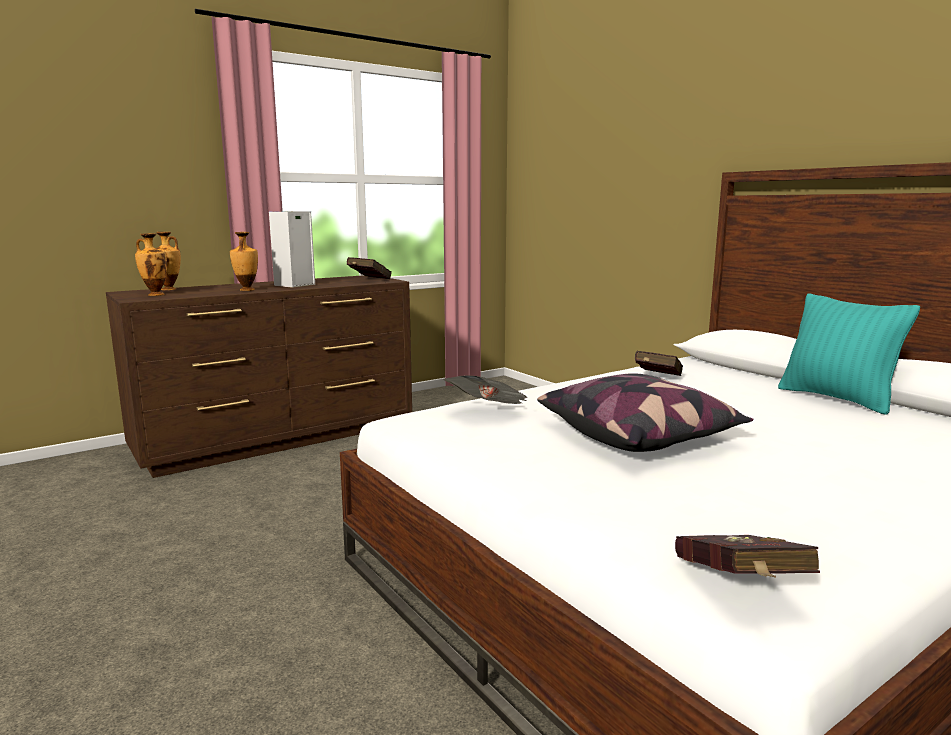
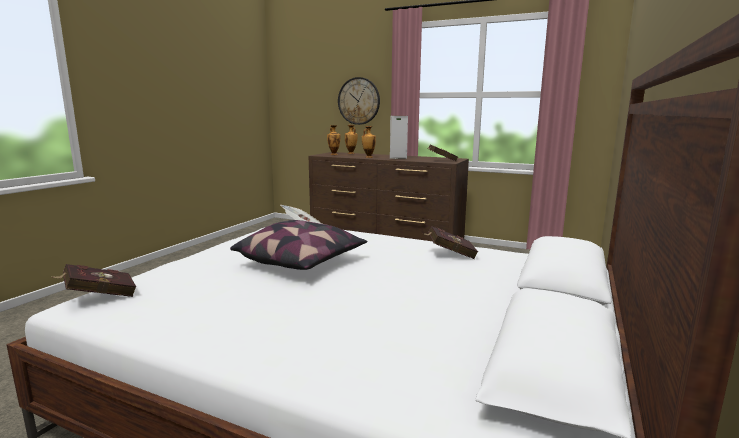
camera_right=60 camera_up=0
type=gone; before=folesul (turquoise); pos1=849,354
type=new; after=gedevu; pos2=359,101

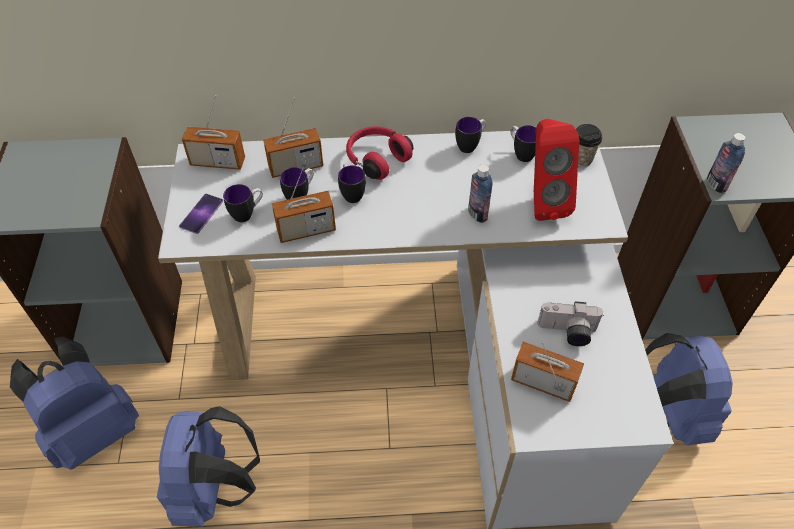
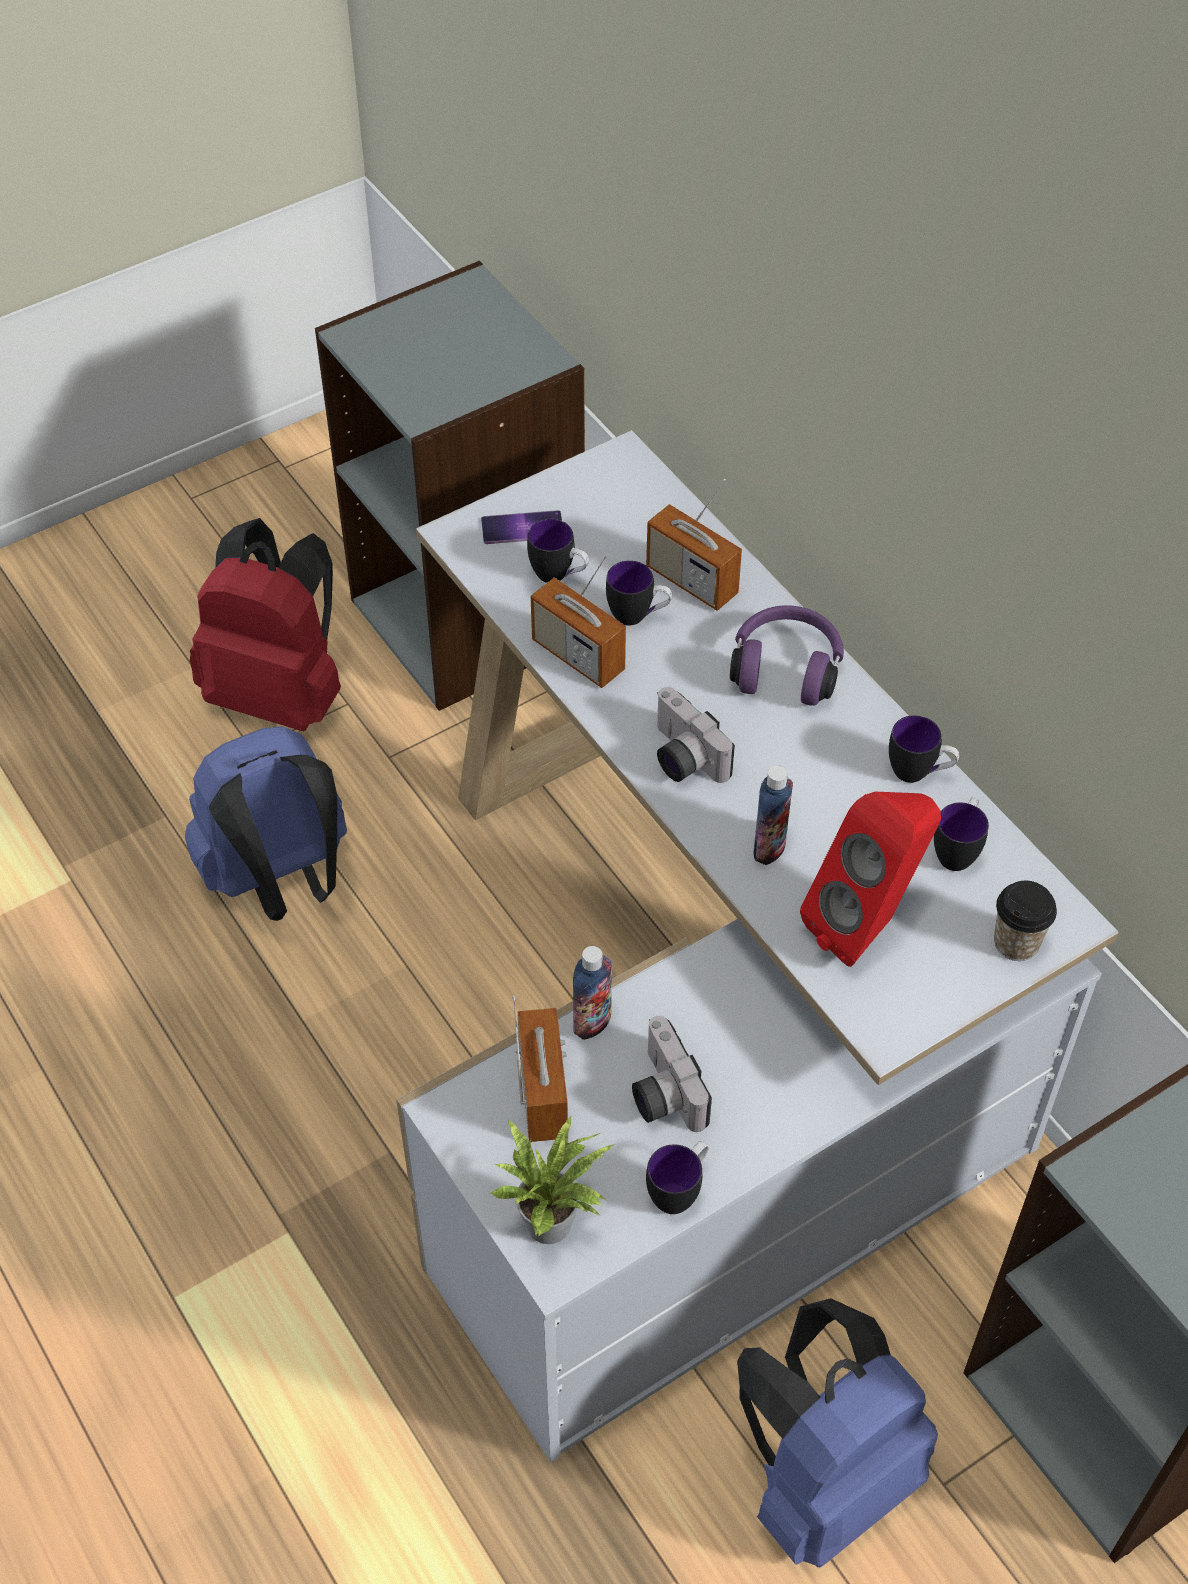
camera_right=60 camera_up=0
type=repainted; before=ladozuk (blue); after=ladozuk (red); pos1=74,403; pos2=265,624
type=gone; before=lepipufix; pos1=213,132
type=shifted; before=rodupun; pos1=352,183; pos2=677,1177
type=repainted; before=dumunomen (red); after=dumunomen (purple); pos1=380,153; pos2=787,655
type=shifted; before=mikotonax; pos1=726,163; pos2=592,993
type=new; after=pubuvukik; pos2=552,1179
type=new; after=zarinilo; pos2=696,735

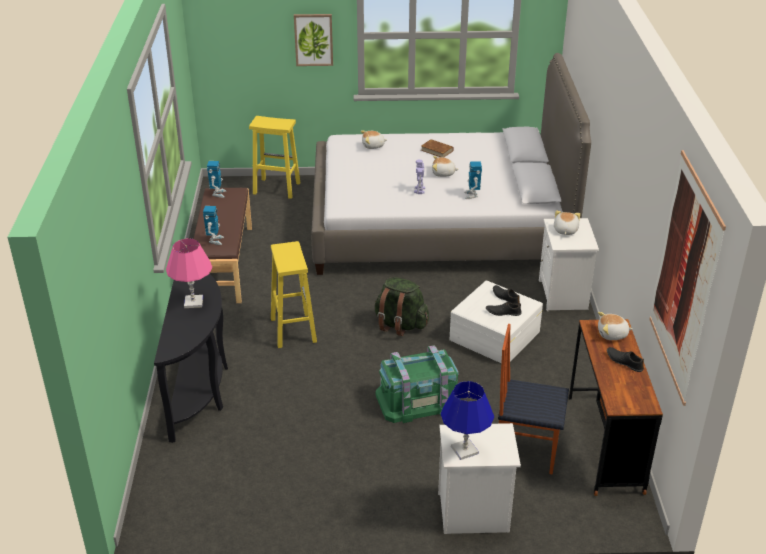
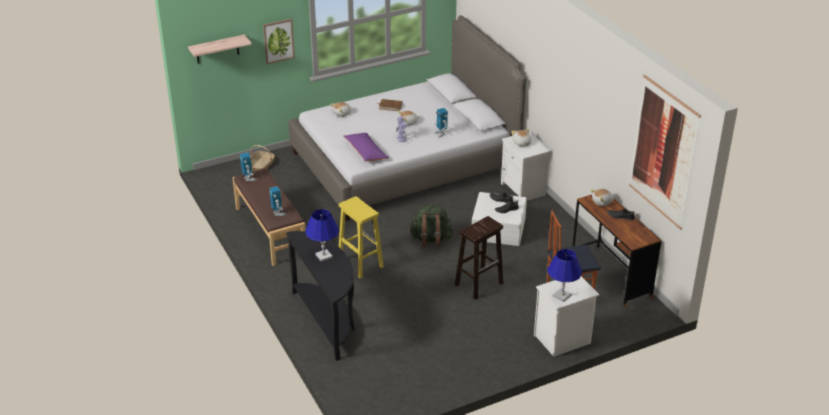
camera_right=-25 camera_up=0
type=repainted; before=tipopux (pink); after=tipopux (blue); pos1=189,273; pos2=322,235
type=swapped; before=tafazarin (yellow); after=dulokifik; pos1=275,157; pos2=262,158
type=swapped; before=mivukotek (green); after=tafazarin (brown); pos1=418,384; pos2=479,258
type=new; after=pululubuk; pos2=220,49
type=new; after=folesul (purple); pos2=366,147

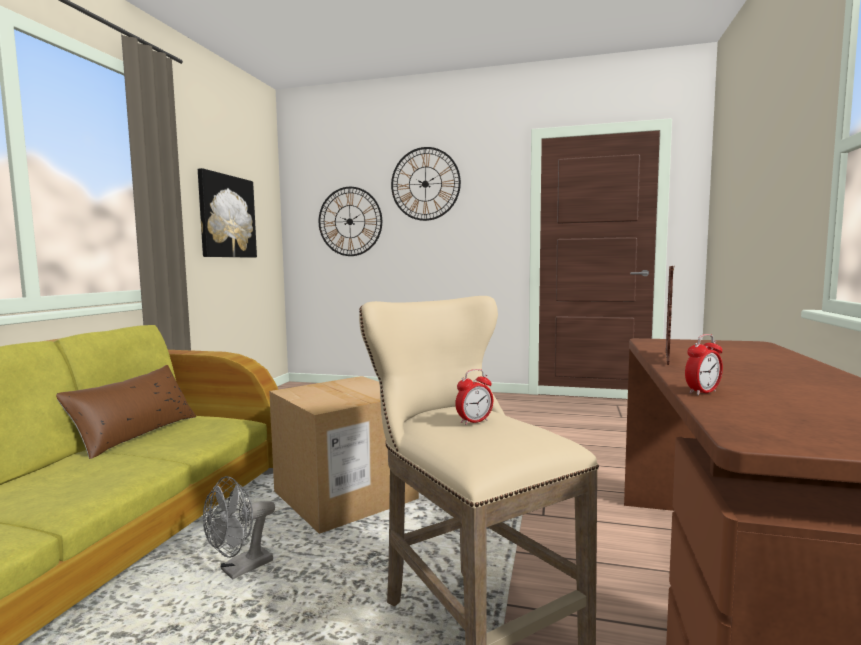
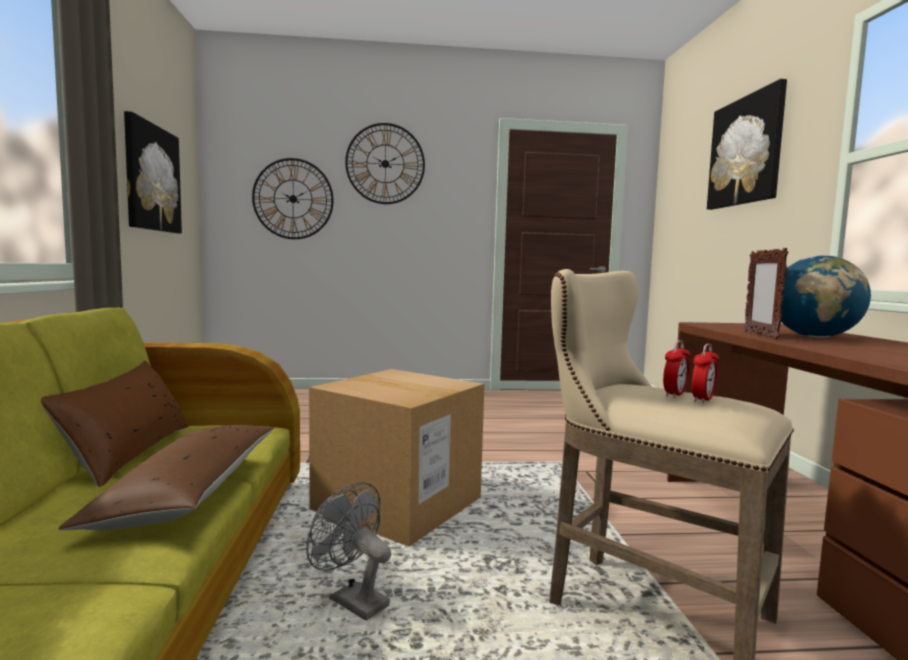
camera_right=-20 camera_up=0
type=rotated; before=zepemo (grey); pos1=239,528; pos2=348,551; turn=105
type=shifted; before=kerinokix; pos1=704,364; pos2=705,373
type=new; after=folesul (brown); pos2=166,477
type=new; after=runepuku; pos2=747,144
type=new; after=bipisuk; pos2=825,296

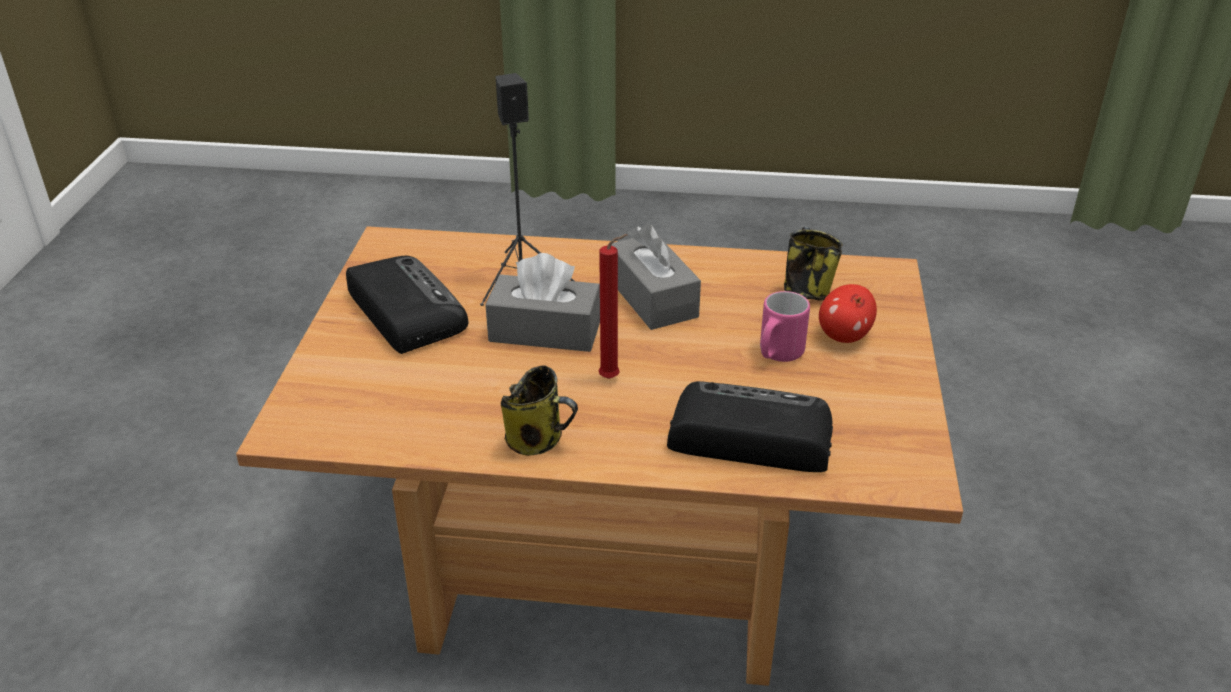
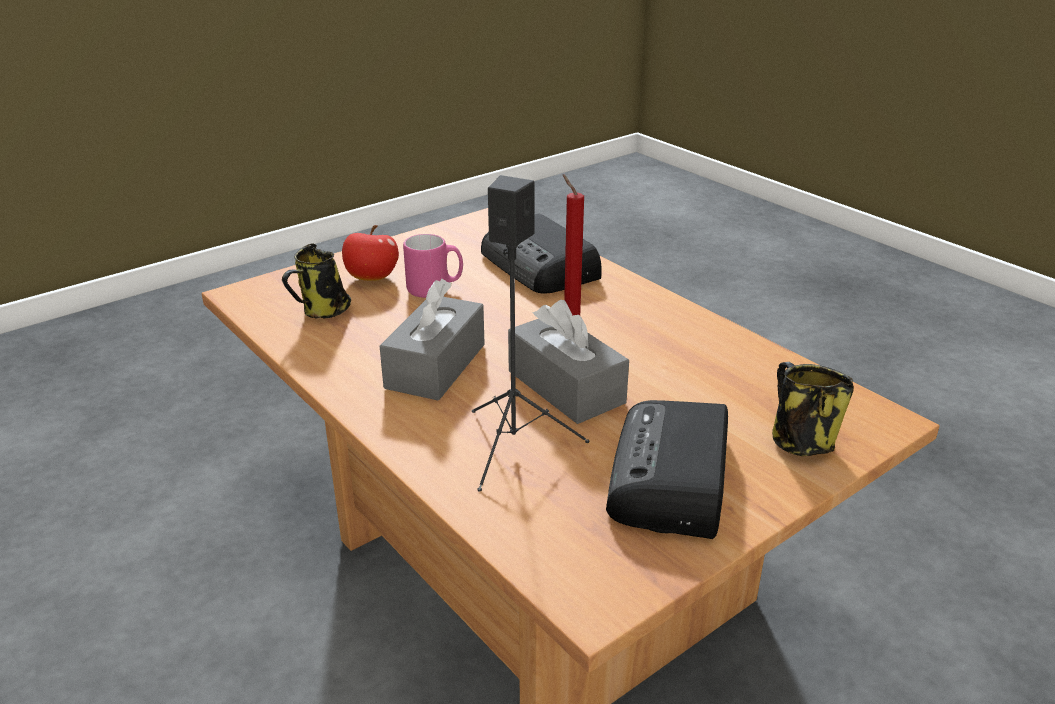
camera_right=-135 camera_up=-5
type=shifted; before=rodupun; pos1=539,410; pos2=813,409

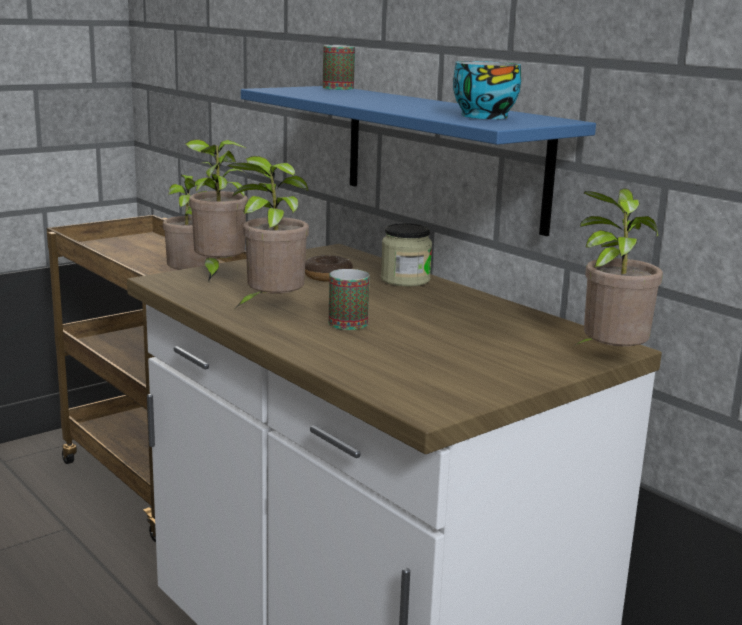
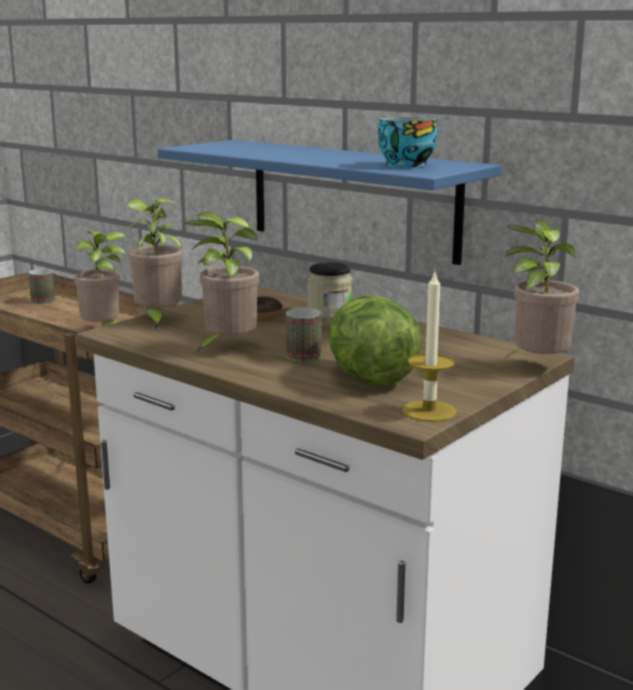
camera_right=-10 camera_up=0
type=shifted; before=rodupun; pos1=339,67; pos2=41,286
type=new; after=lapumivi; pos2=375,340
type=new; after=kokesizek; pos2=429,347

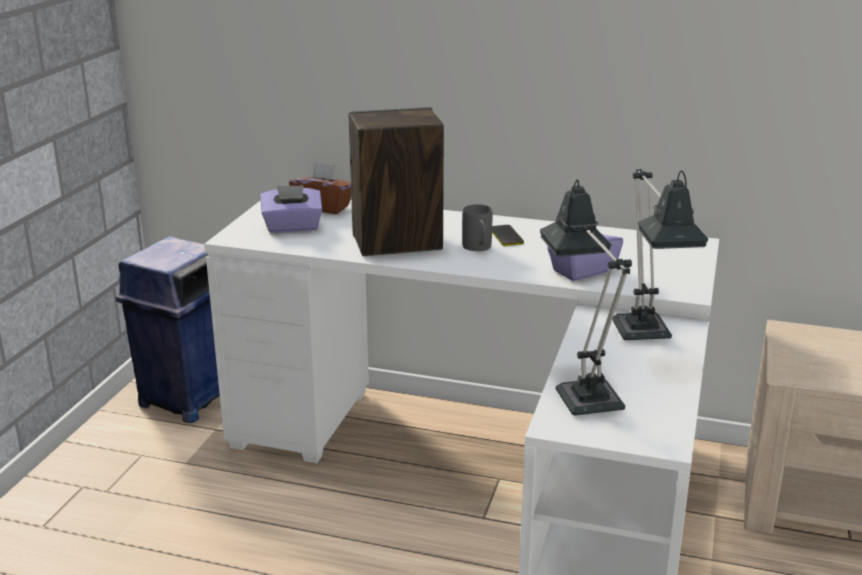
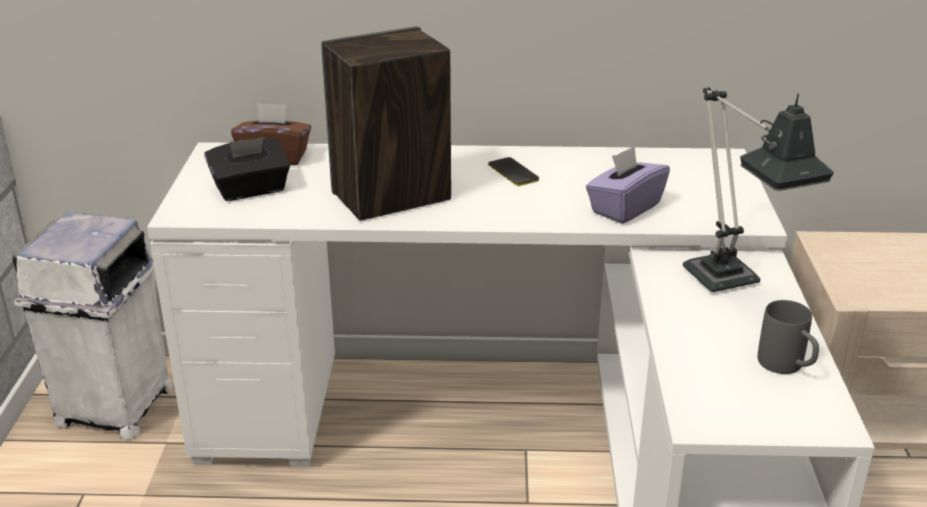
camera_right=-15 camera_up=5
type=repainted; before=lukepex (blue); after=lukepex (white); pos1=168,329; pos2=92,326
type=repainted; before=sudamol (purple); after=sudamol (black); pos1=291,209; pos2=247,169
type=shifted; before=rodupun (grey); pos1=477,227; pos2=788,337
type=gone; before=tipopux; pos1=586,297

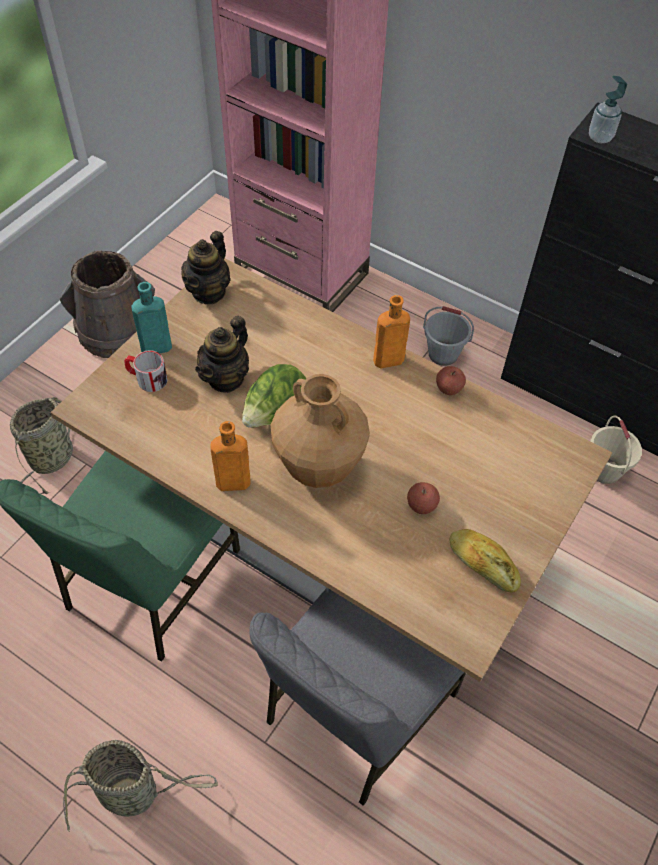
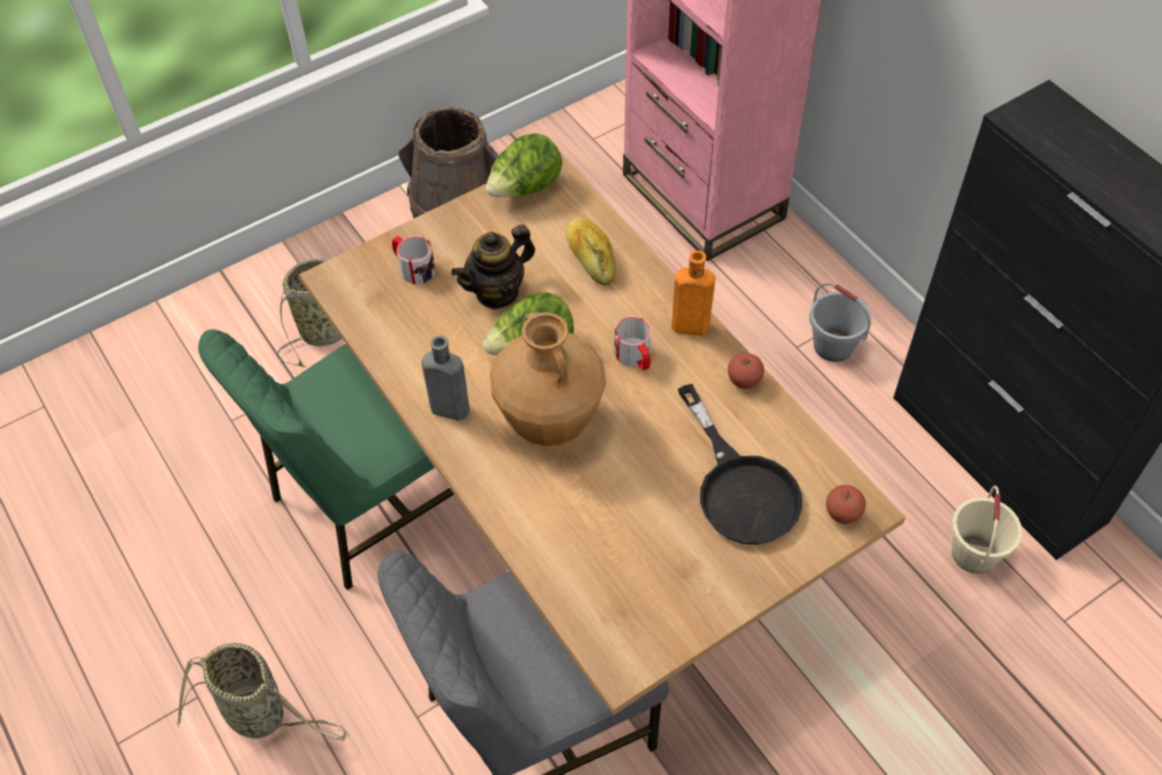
camera_right=25 camera_up=0
type=gone; before=mikotonax (turquoise); pos1=151,317
type=swapped; before=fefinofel; after=lapumivi; pos1=206,267; pos2=524,165
type=repainted; before=mikotonax (orange); after=mikotonax (grey); pos1=230,456; pos2=446,378
type=shifted; before=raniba; pos1=423,498; pos2=846,504
type=shifted; before=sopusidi; pos1=485,561; pos2=590,252
type=gone; before=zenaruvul; pos1=608,109
type=new; after=rodupun; pos2=633,343
type=new; after=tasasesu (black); pos2=740,464

